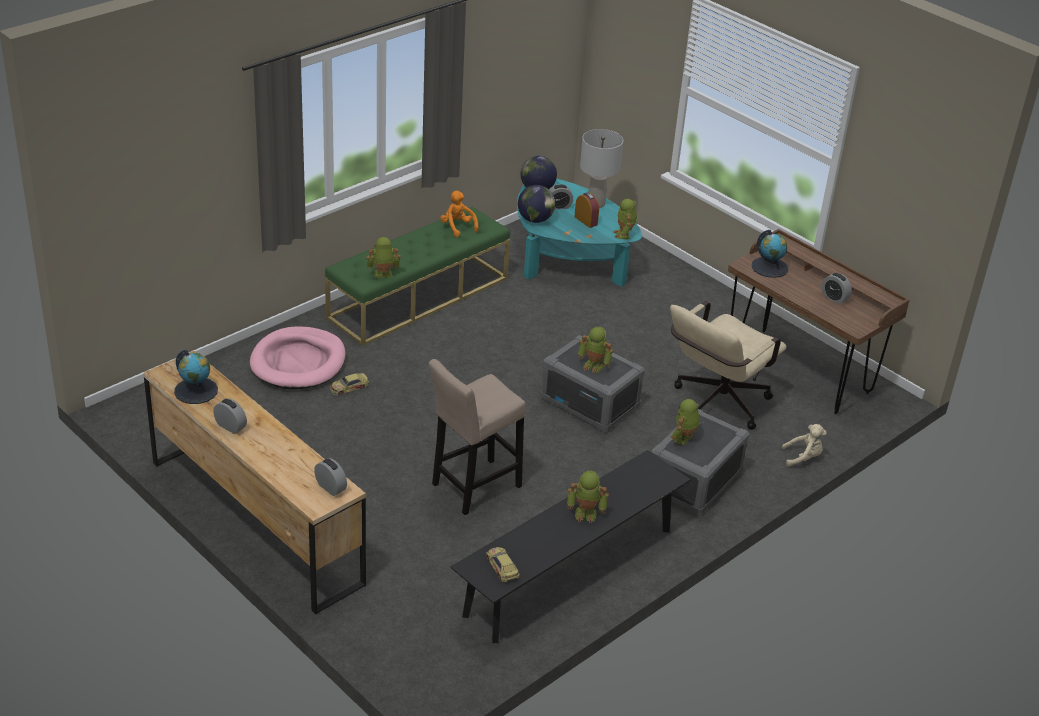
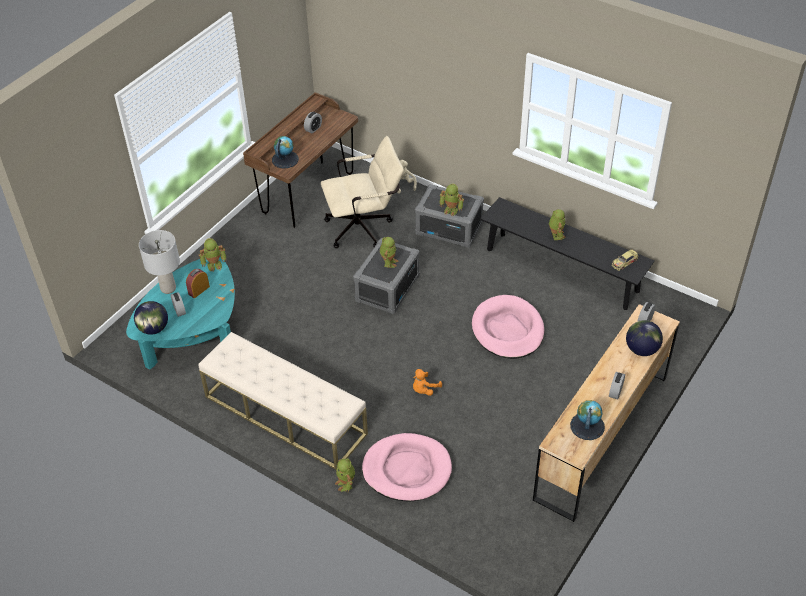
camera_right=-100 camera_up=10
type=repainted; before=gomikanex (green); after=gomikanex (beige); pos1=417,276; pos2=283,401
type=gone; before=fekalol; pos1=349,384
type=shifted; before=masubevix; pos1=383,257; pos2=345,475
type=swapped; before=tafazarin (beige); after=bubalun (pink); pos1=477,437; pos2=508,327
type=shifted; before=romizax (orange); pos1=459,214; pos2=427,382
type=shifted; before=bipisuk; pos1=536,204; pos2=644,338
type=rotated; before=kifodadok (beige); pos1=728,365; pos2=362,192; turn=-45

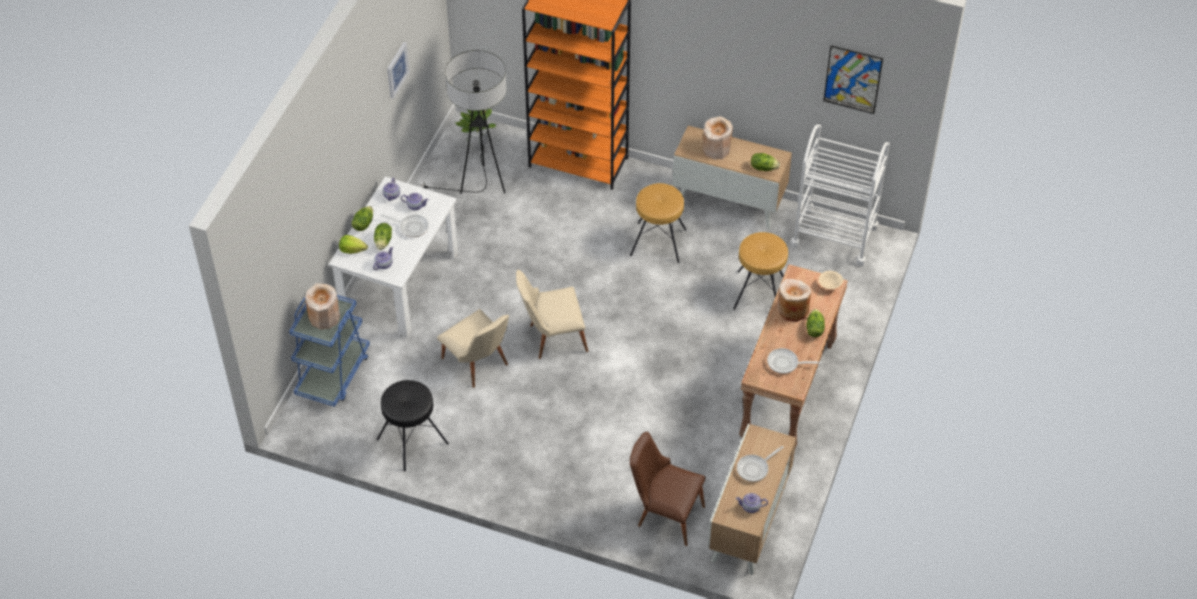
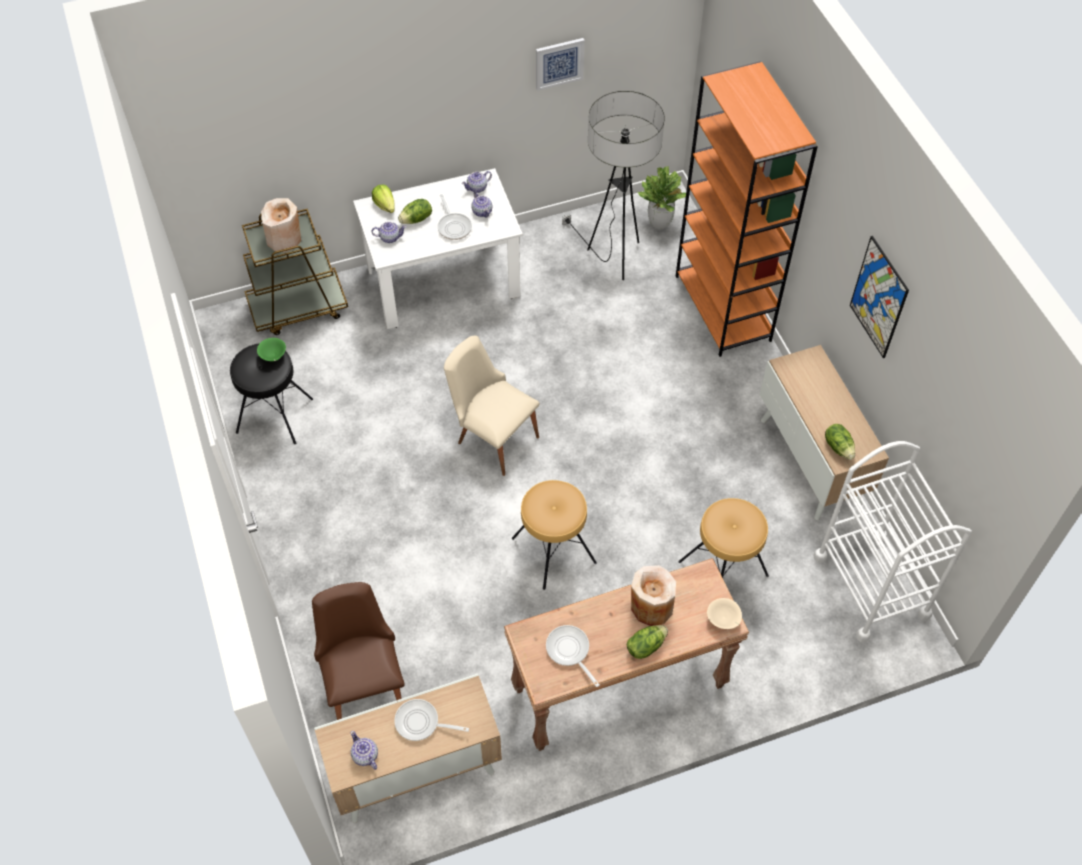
camera_right=50 camera_up=5
type=repainted; before=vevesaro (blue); after=vevesaro (brown); pos1=329,351; pos2=295,272
type=gone; before=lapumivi; pos1=362,218
type=gone; before=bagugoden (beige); pos1=473,348
type=shifted; before=tafazarin (brown); pos1=658,223; pos2=554,535
type=gone; before=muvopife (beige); pos1=717,137
type=shifted; before=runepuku; pos1=853,79; pos2=879,297
type=new; after=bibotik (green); pos2=271,349

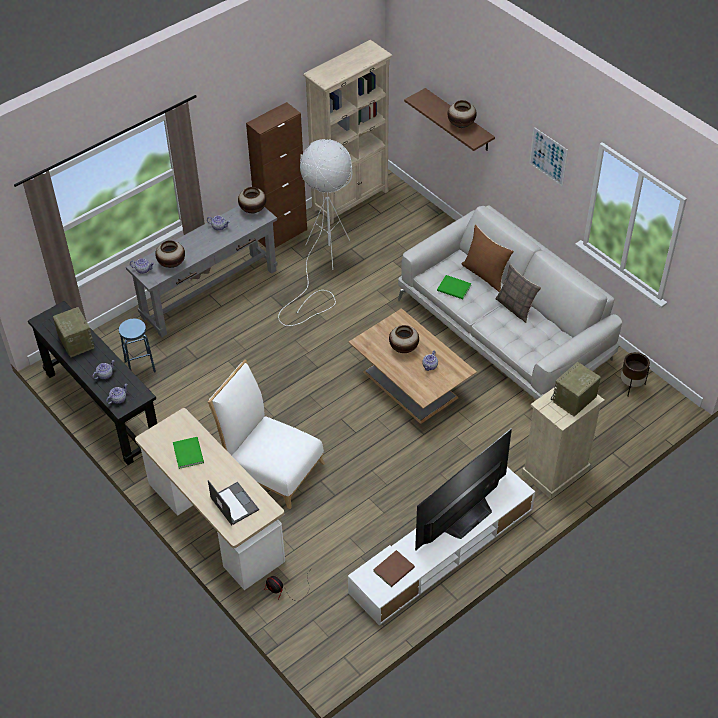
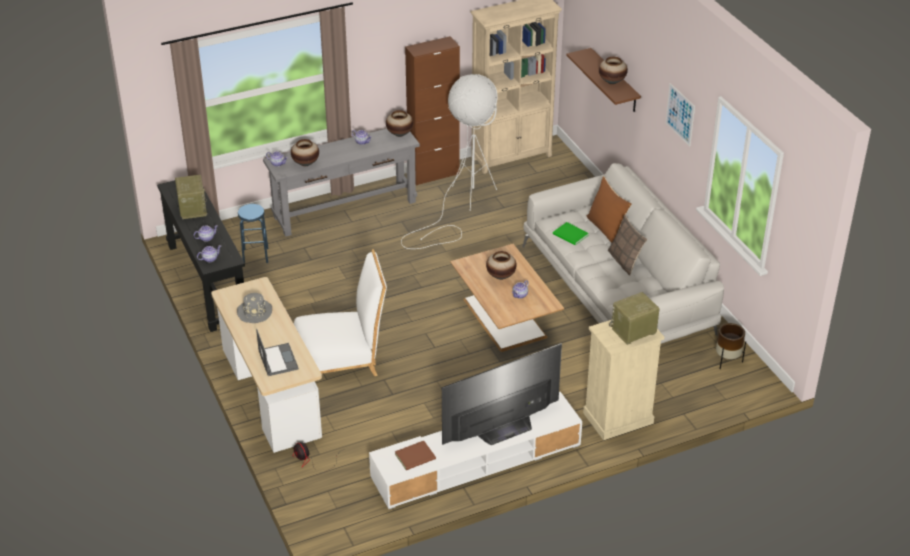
camera_right=15 camera_up=-10
type=swapped; before=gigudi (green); after=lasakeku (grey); pos1=188,453; pos2=254,308
type=rotated; before=bagugoden (white); pos1=266,434; pos2=340,312; turn=120

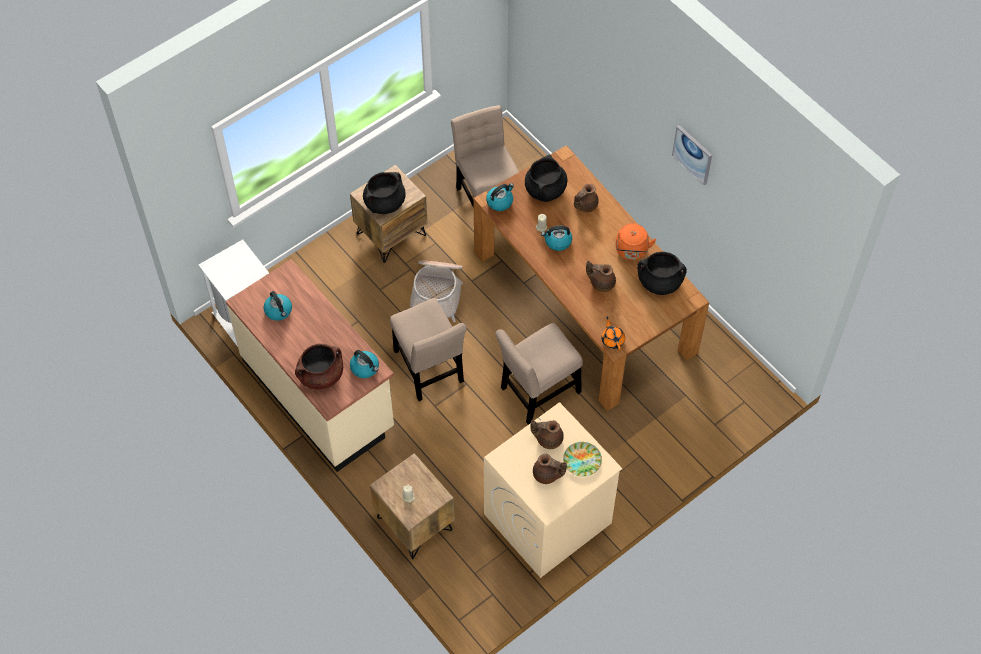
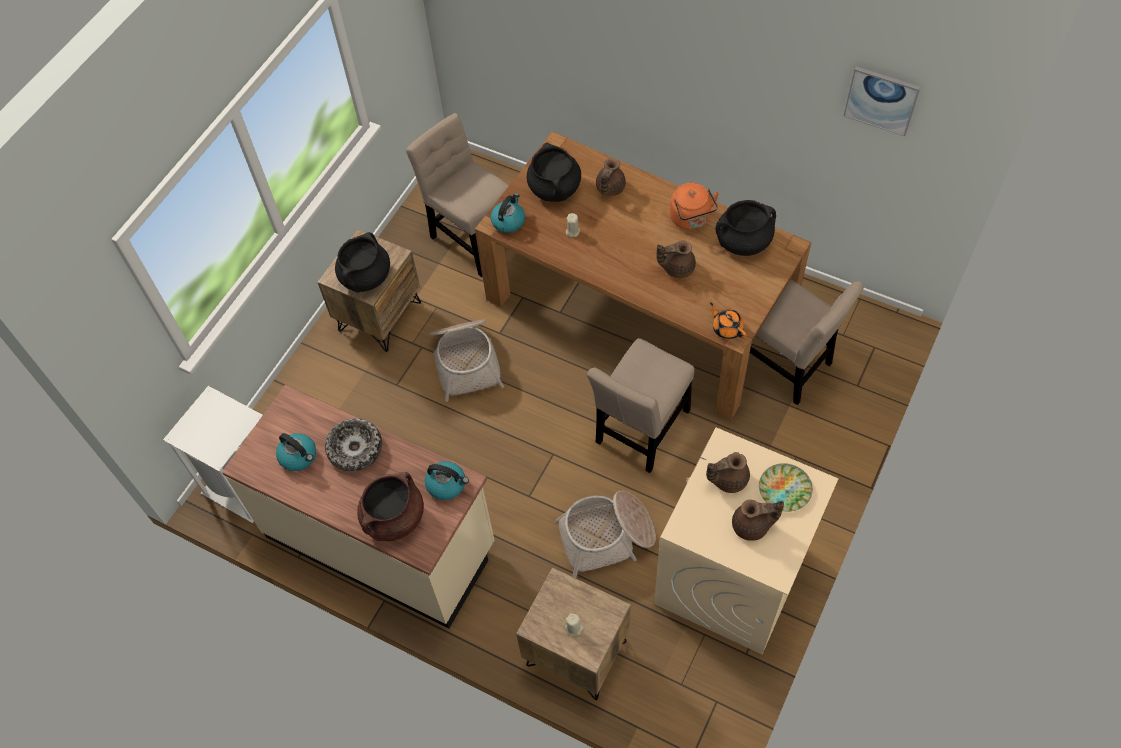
camera_right=-20 camera_up=0
type=shifted; before=bagugoden (beige); pos1=428,349; pos2=807,342
type=gone; before=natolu; pos1=556,238
type=shifted; before=runepuku; pos1=692,155; pos2=882,101
type=new; after=bibotik; pos2=353,444
type=new; after=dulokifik; pos2=605,534

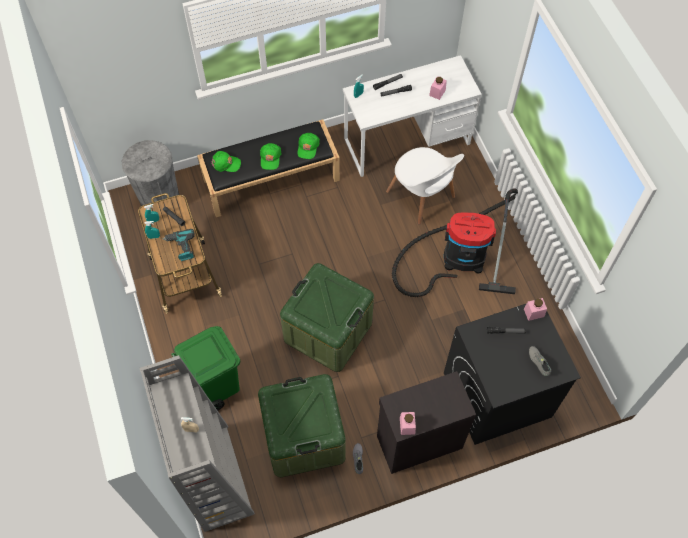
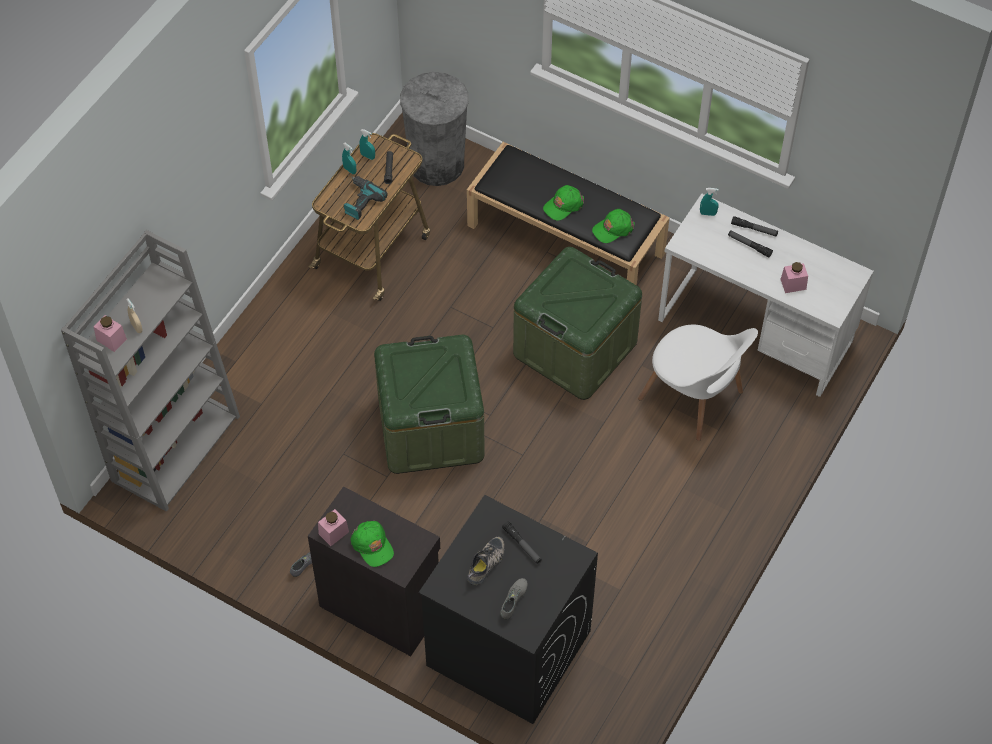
camera_right=50 camera_up=-5
type=gone; before=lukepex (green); pos1=205,368
type=shifted; before=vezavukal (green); pos1=226,161; pos2=372,544
type=shifted; before=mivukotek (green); pos1=302,425; pos2=577,323
type=rotated; before=bagugoden (white); pos1=425,186; pos2=698,383; turn=-60
type=gone; before=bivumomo; pos1=455,243
type=shifted; before=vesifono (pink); pos1=535,309; pos2=110,333
type=new; after=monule; pos2=486,560

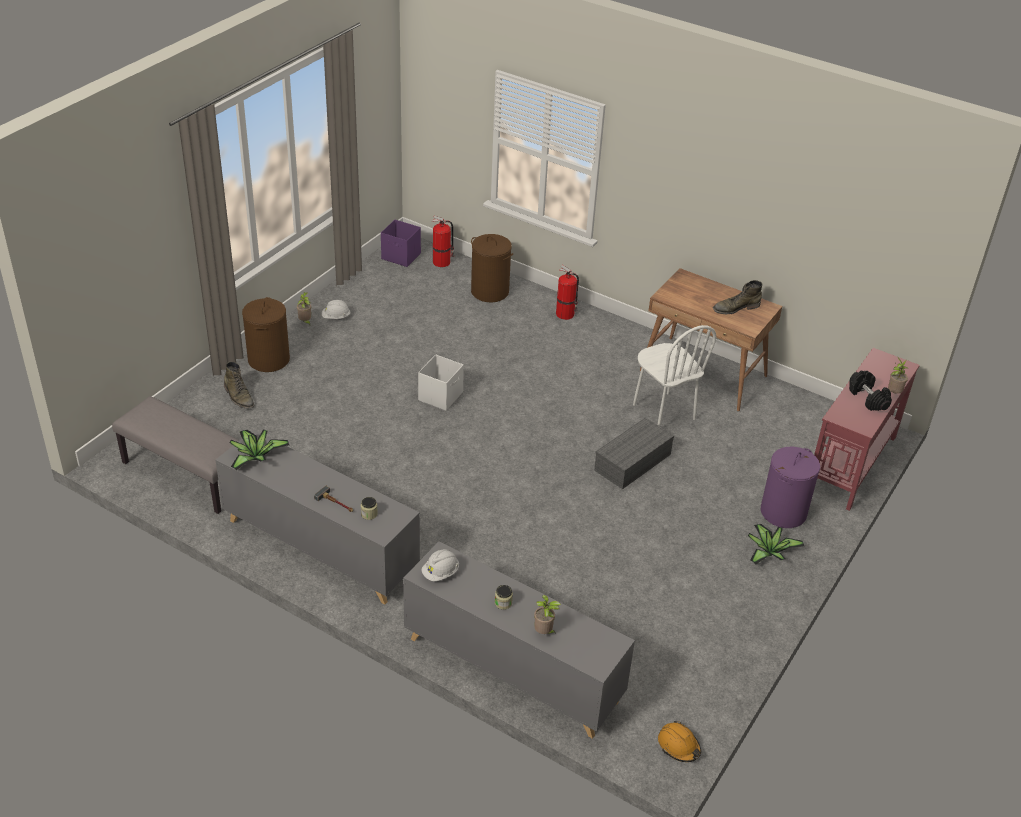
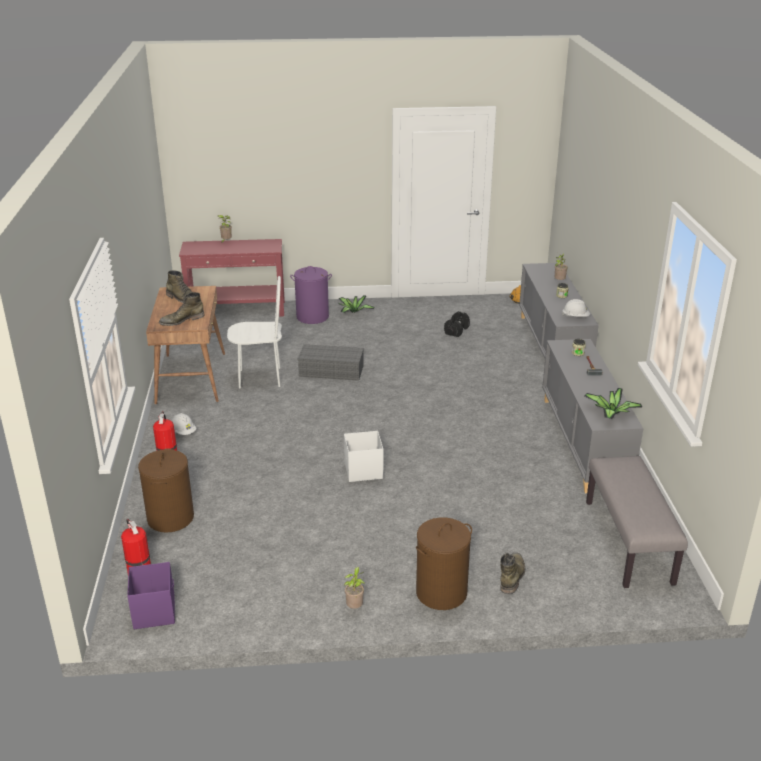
camera_right=-125 camera_up=-10
type=shifted; before=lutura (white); pos1=336,309; pos2=184,424
type=rotated; before=bagugoden (white); pos1=674,375; pos2=254,332; turn=60
type=shifted; before=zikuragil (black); pos1=870,391; pos2=457,324
type=new; after=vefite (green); pos2=182,309

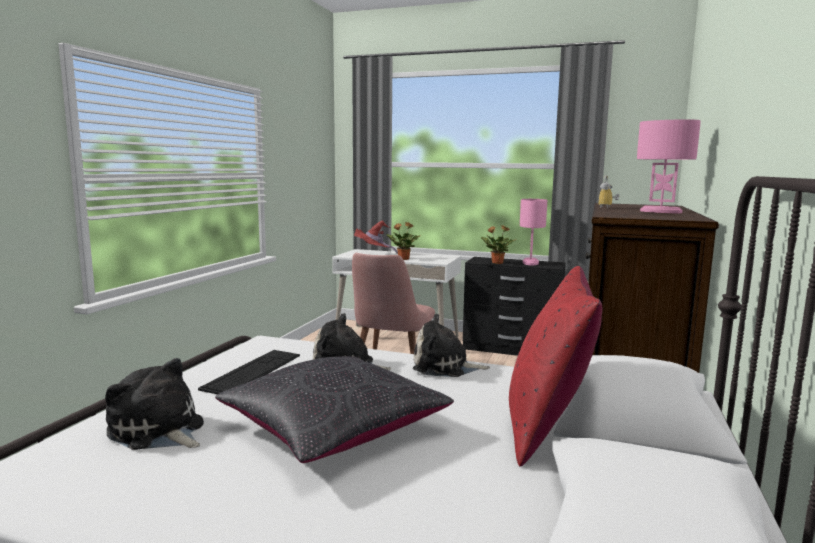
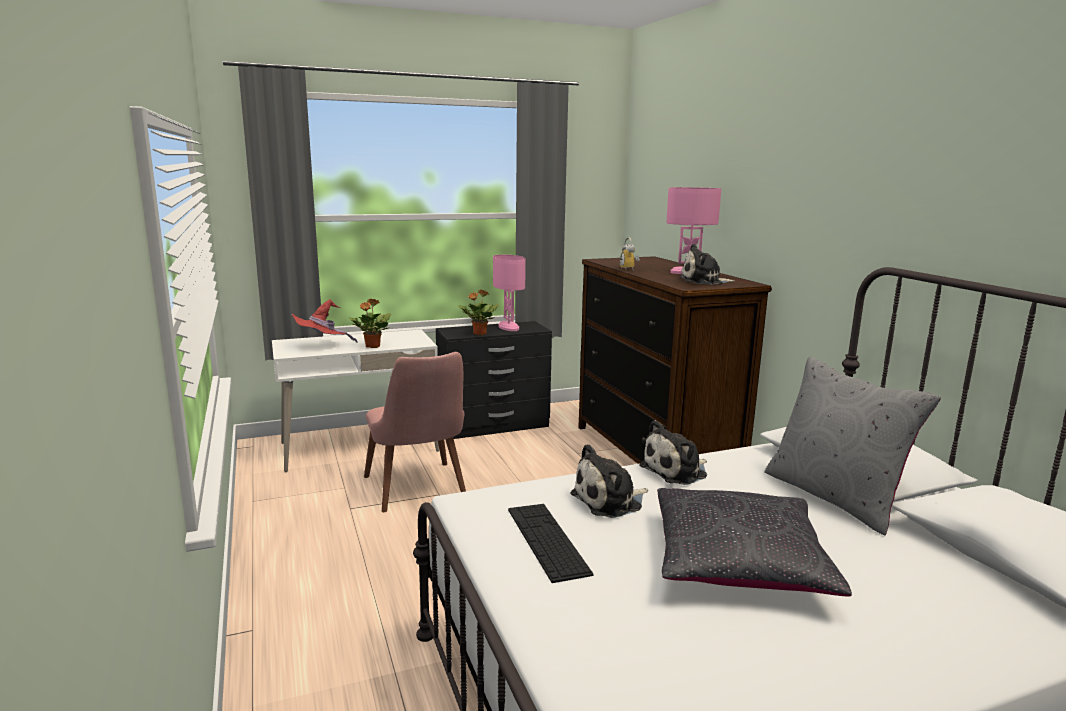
camera_right=-40 camera_up=5
type=shifted; before=romizax; pos1=154,404; pos2=707,264
type=repainted; before=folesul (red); after=folesul (grey); pos1=555,366; pos2=852,445

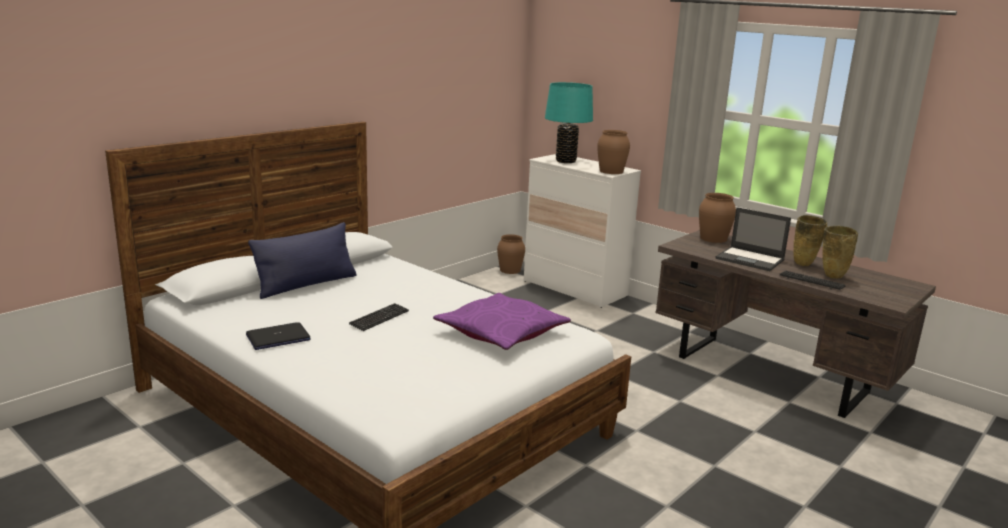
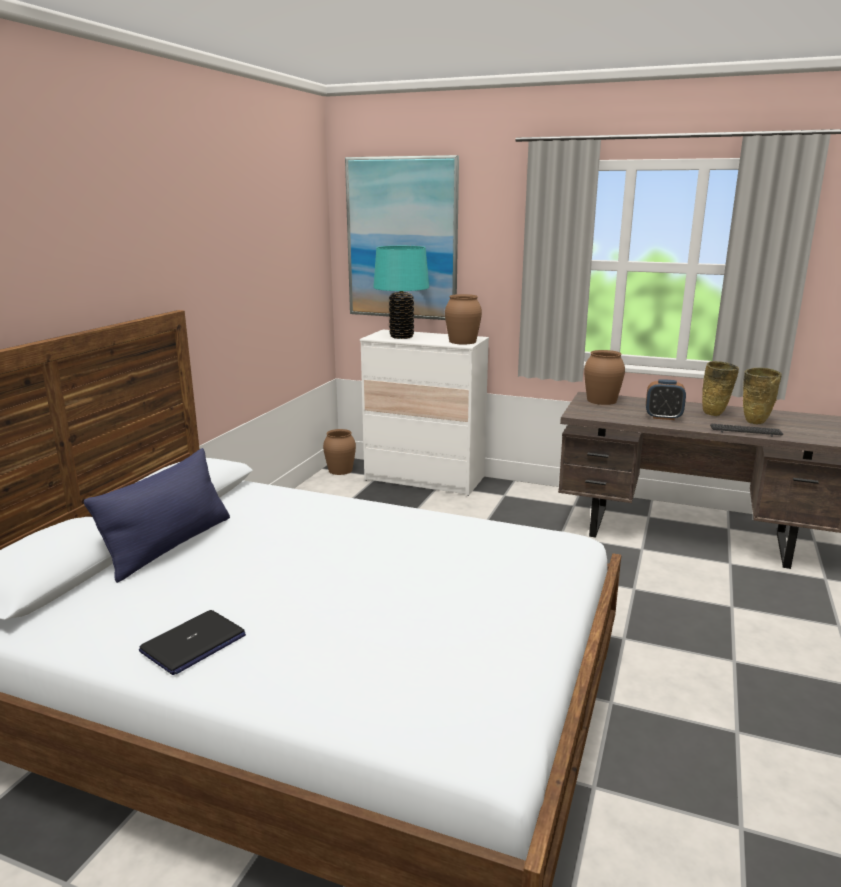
camera_right=-20 camera_up=0
type=gone; before=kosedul; pos1=379,317
type=gone; before=folesul (purple); pos1=502,321
type=swapped; before=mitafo; after=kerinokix; pos1=753,239; pos2=666,399
type=new; after=runepuku; pos2=402,237

